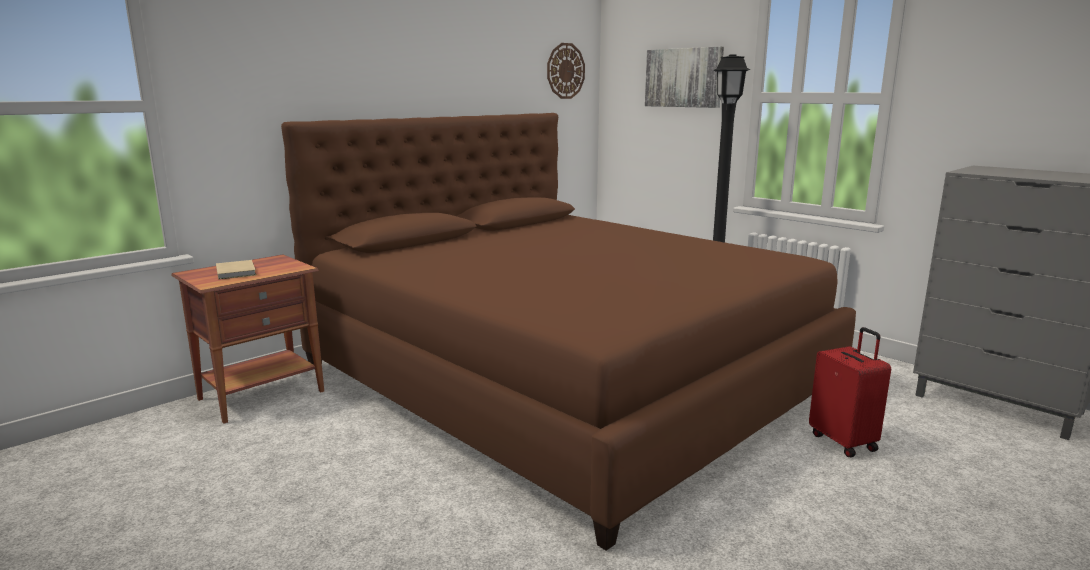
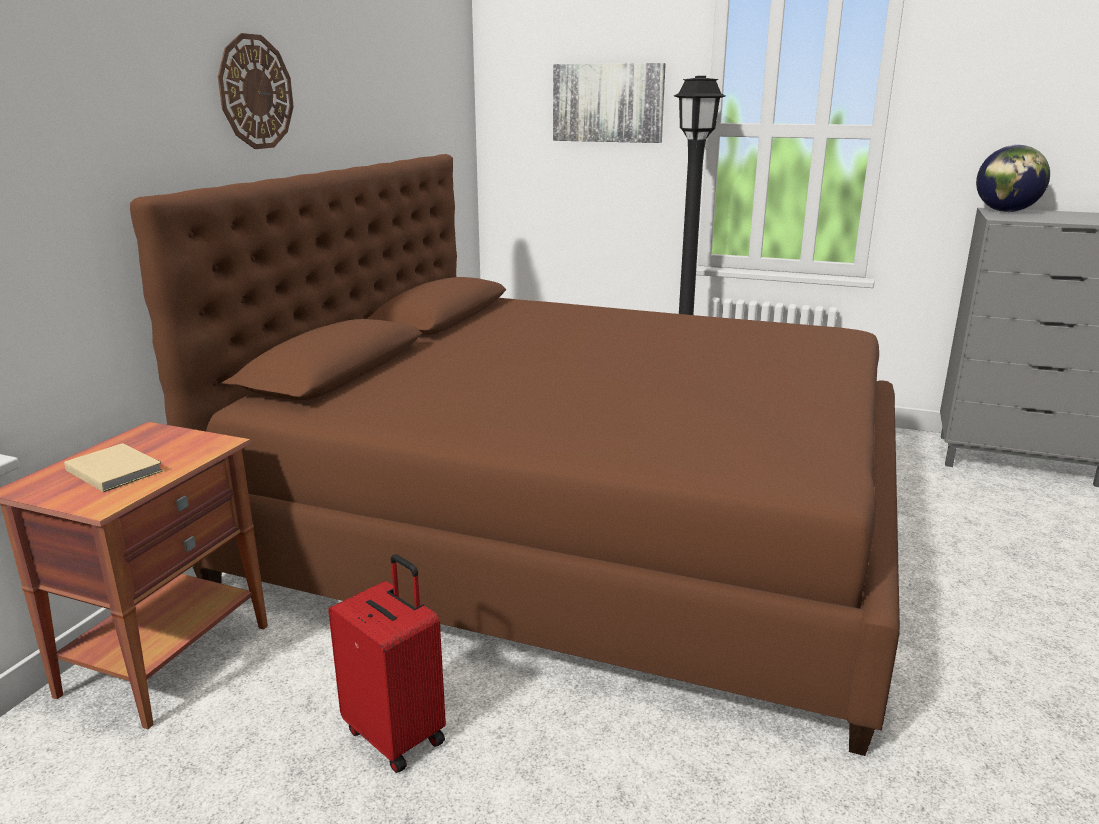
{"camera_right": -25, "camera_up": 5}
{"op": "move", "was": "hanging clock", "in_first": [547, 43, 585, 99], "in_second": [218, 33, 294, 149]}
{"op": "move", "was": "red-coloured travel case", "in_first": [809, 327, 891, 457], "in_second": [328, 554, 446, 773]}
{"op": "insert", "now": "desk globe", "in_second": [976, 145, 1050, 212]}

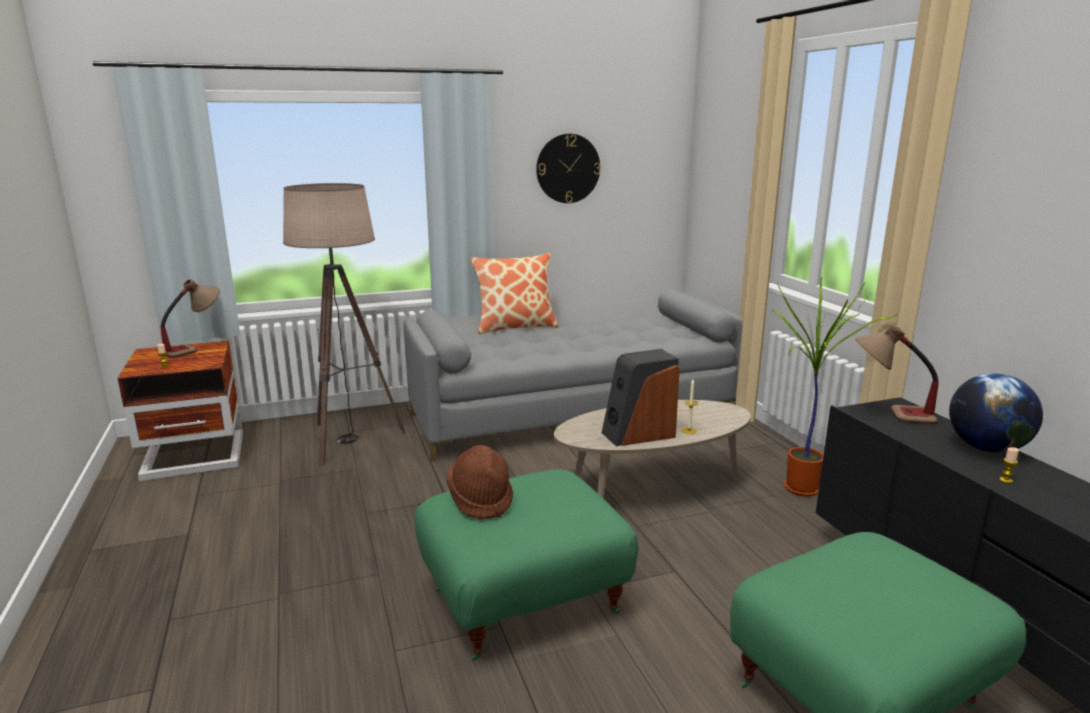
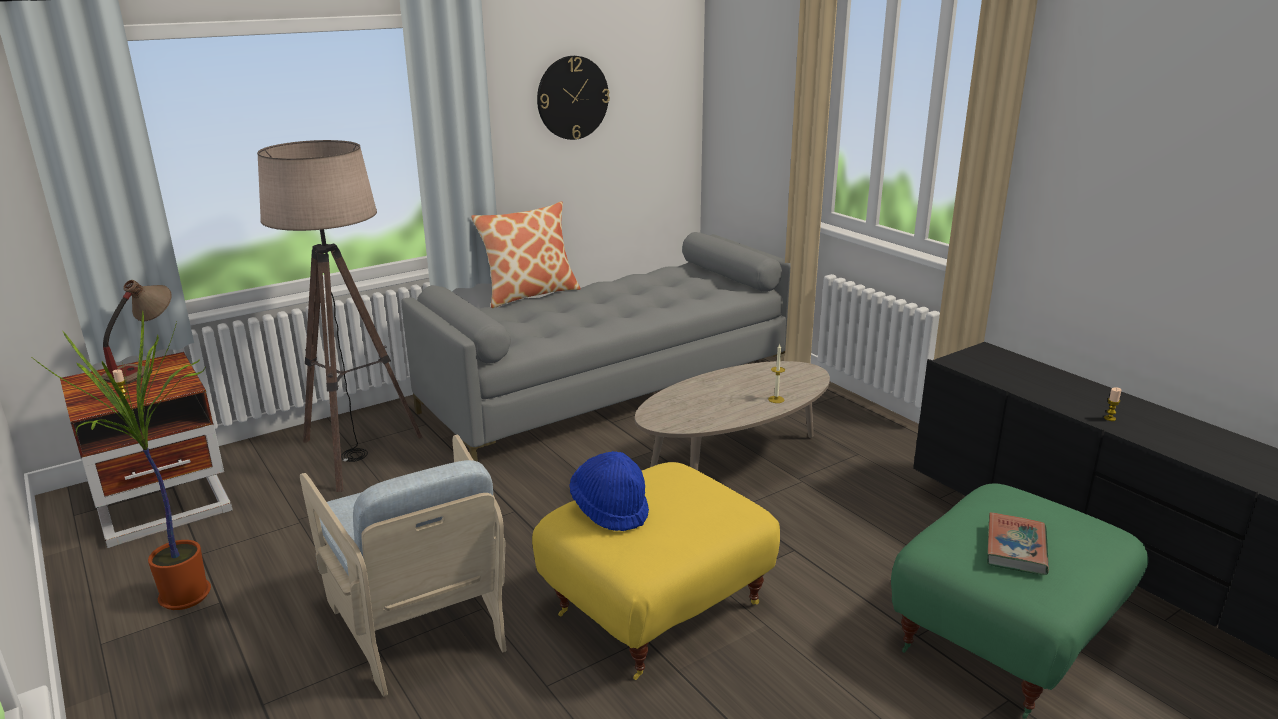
{"camera_right": -15, "camera_up": 5}
{"op": "move", "was": "plant in a pot", "in_first": [771, 276, 898, 497], "in_second": [33, 311, 211, 610]}
{"op": "delete", "was": "lamp for a table", "in_first": [855, 325, 939, 425]}
{"op": "delete", "was": "loudspeaker", "in_first": [602, 349, 680, 446]}
{"op": "delete", "was": "desk globe", "in_first": [949, 373, 1043, 453]}
{"op": "recolor", "was": "brown-coloured hat", "now": "blue hat", "in_first": [446, 445, 513, 519], "in_second": [569, 451, 649, 531]}
{"op": "recolor", "was": "greenish pouffe", "now": "yellow pouffe", "in_first": [415, 470, 638, 662], "in_second": [532, 462, 780, 680]}
{"op": "insert", "now": "sand-coloured lounge chair", "in_second": [300, 435, 506, 697]}
{"op": "insert", "now": "book", "in_second": [987, 512, 1049, 575]}

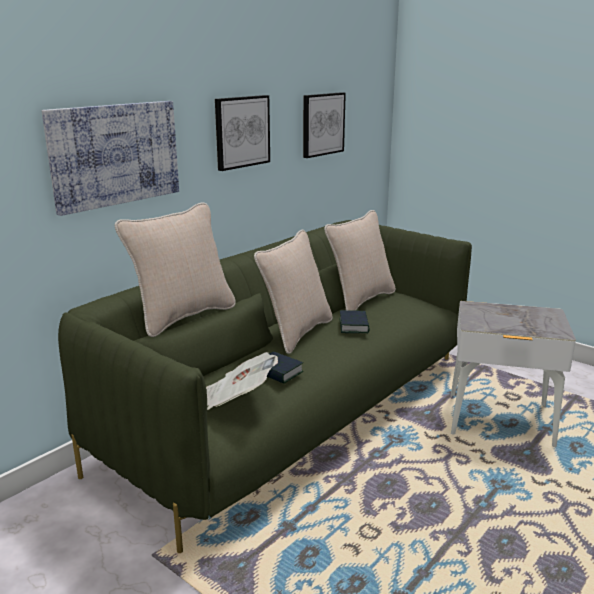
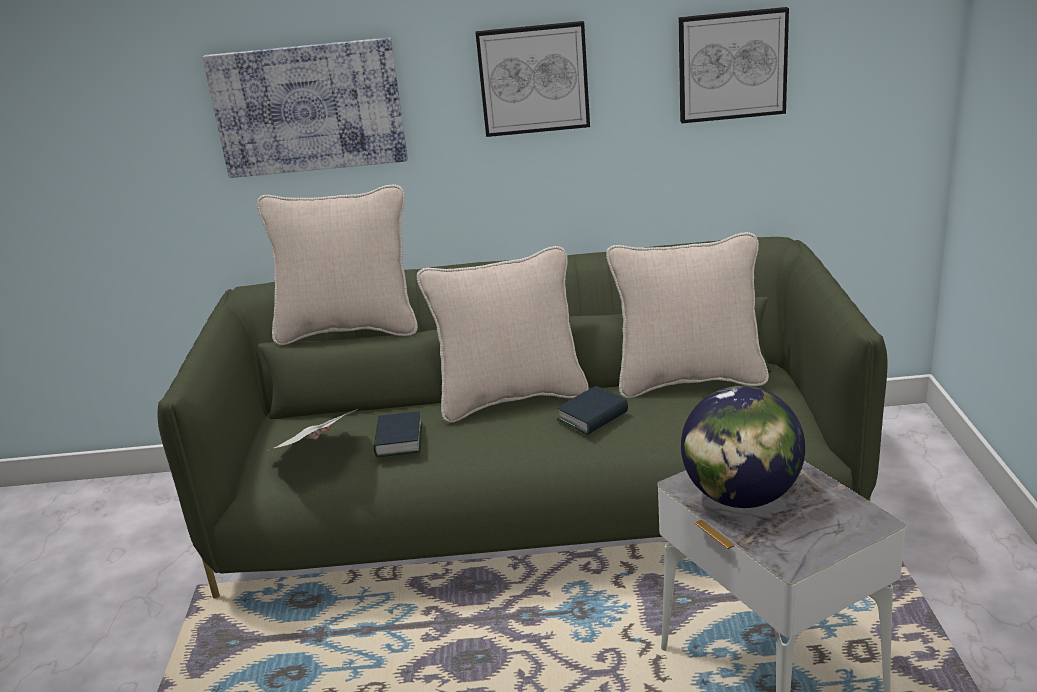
{"camera_right": 50, "camera_up": 5}
{"op": "insert", "now": "desk globe", "in_second": [681, 386, 805, 508]}

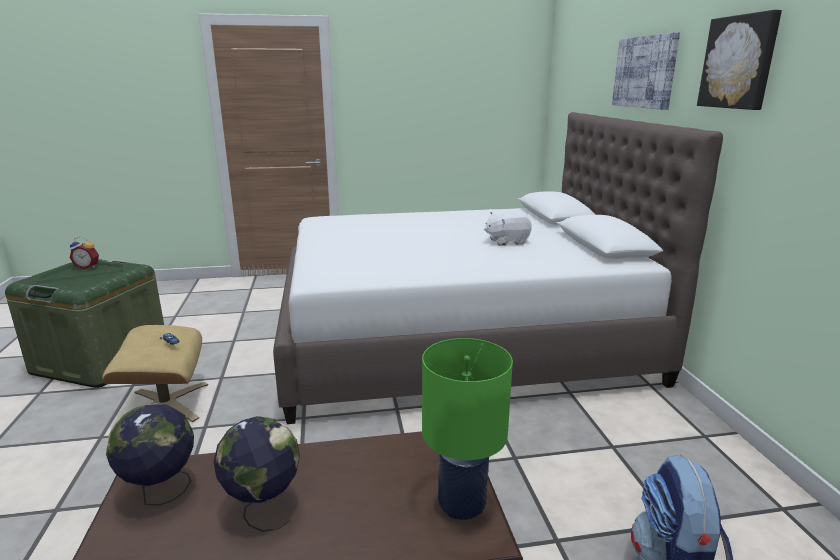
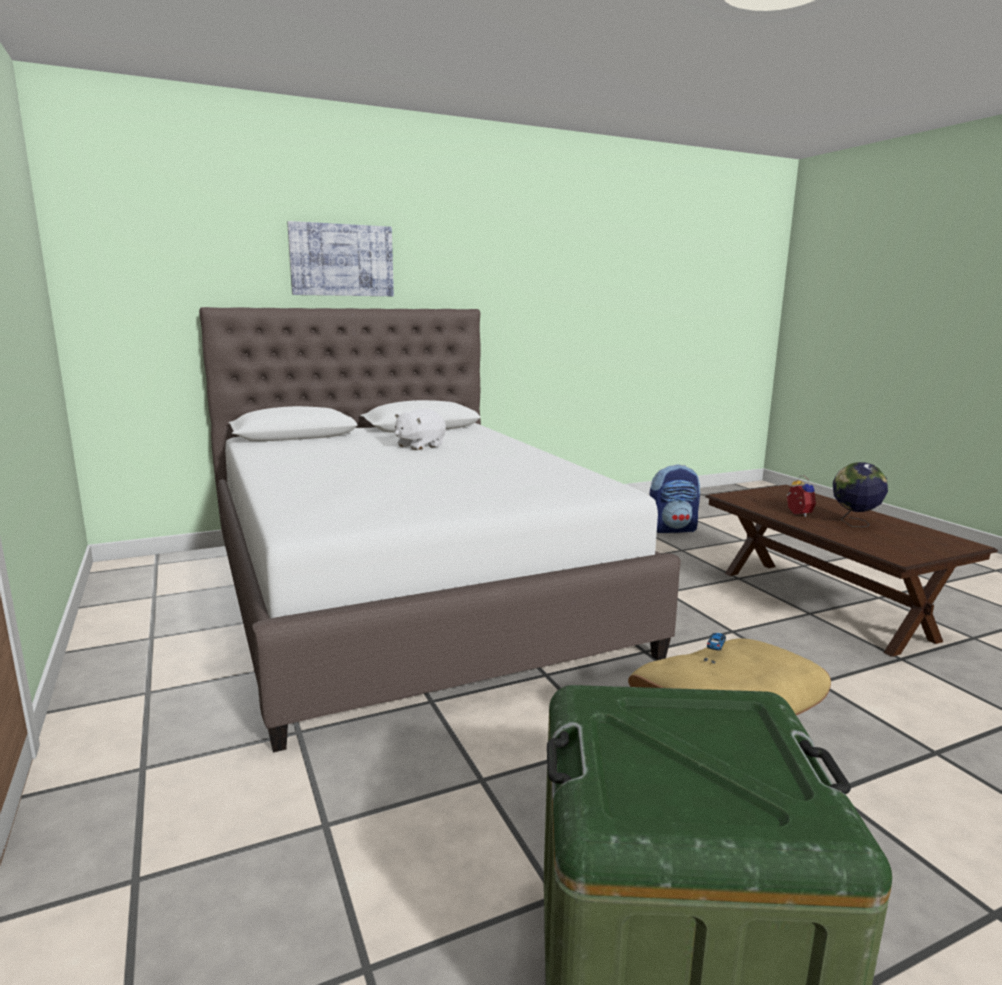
{"camera_right": -105, "camera_up": -5}
{"op": "delete", "was": "picture", "in_first": [697, 10, 782, 110]}
{"op": "rotate", "was": "white-coloured soft toy", "in_first": [484, 210, 532, 246], "in_second": [395, 409, 446, 450], "clockwise": 75}
{"op": "move", "was": "bedside clock", "in_first": [70, 237, 99, 269], "in_second": [787, 475, 816, 517]}
{"op": "delete", "was": "greenish lamp for a table", "in_first": [422, 338, 513, 520]}
{"op": "delete", "was": "desk globe", "in_first": [106, 403, 194, 506]}

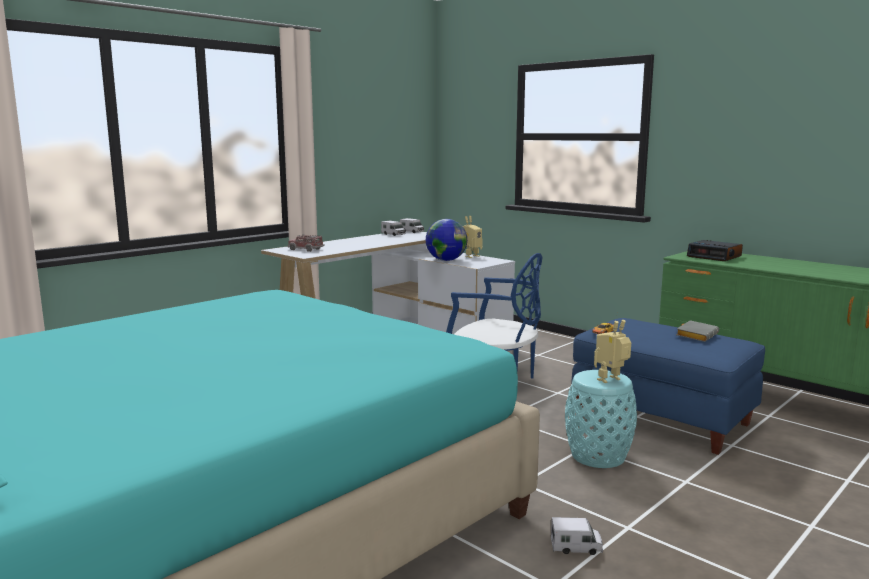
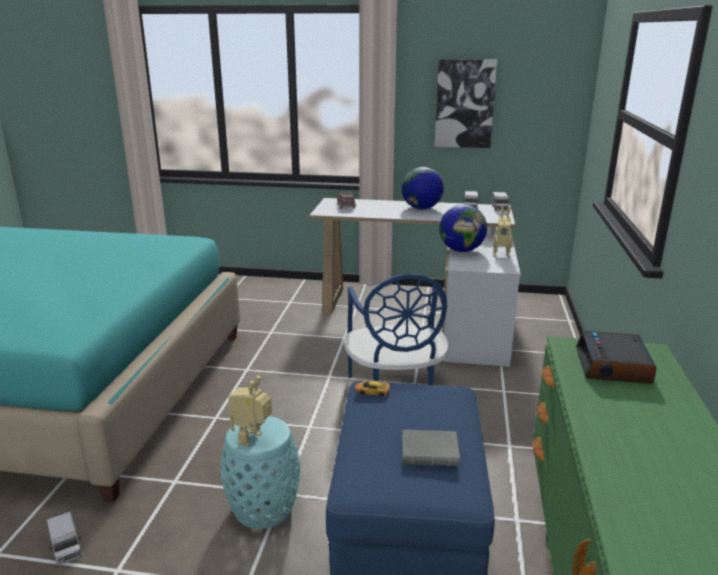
{"camera_right": 55, "camera_up": 10}
{"op": "rotate", "was": "model robot", "in_first": [594, 320, 631, 383], "in_second": [229, 375, 272, 447], "clockwise": -90}
{"op": "insert", "now": "picture", "in_second": [435, 59, 497, 148]}
{"op": "insert", "now": "desk globe", "in_second": [401, 167, 444, 209]}

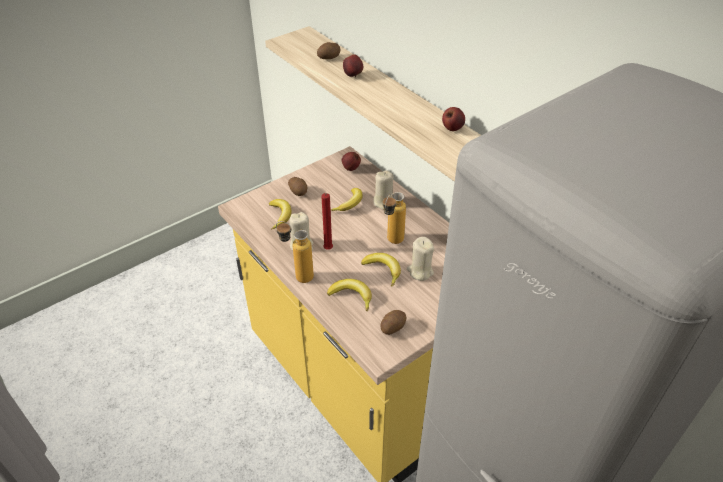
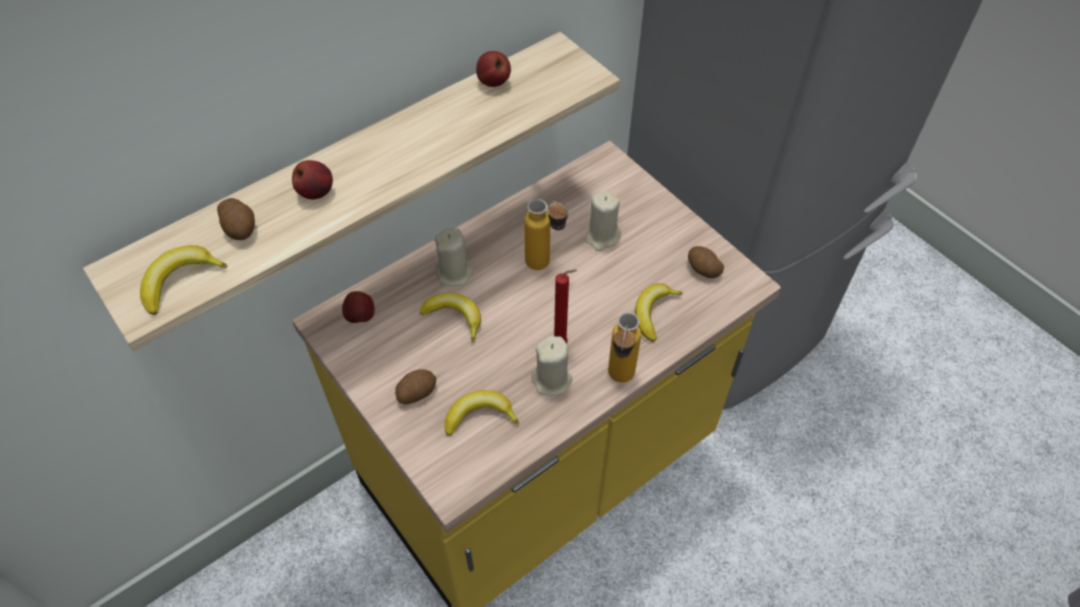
{"camera_right": -90, "camera_up": 10}
{"op": "move", "was": "banana fruit", "in_first": [361, 253, 401, 286], "in_second": [140, 245, 227, 315]}

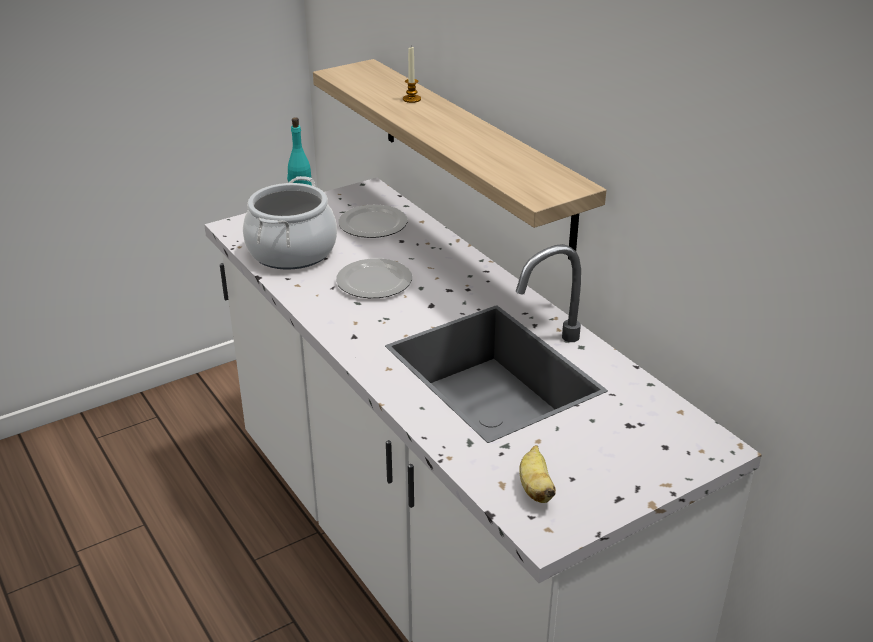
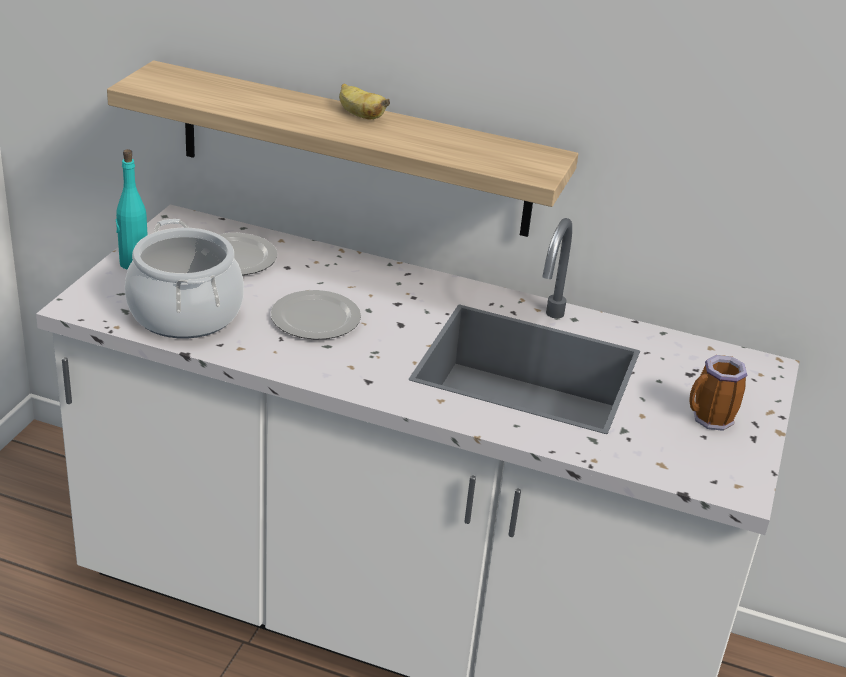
{"camera_right": -40, "camera_up": 0}
{"op": "delete", "was": "wax light", "in_first": [403, 47, 421, 103]}
{"op": "move", "was": "banana fruit", "in_first": [519, 445, 556, 503], "in_second": [339, 83, 390, 119]}
{"op": "insert", "now": "coffee mug", "in_second": [689, 355, 748, 431]}

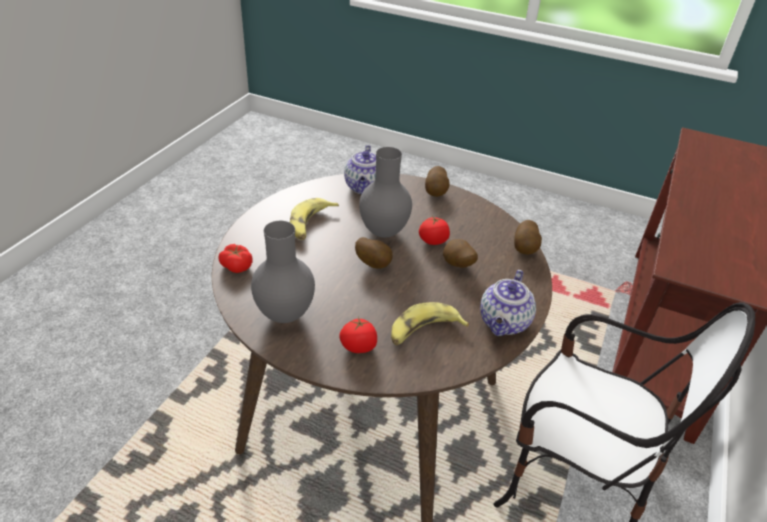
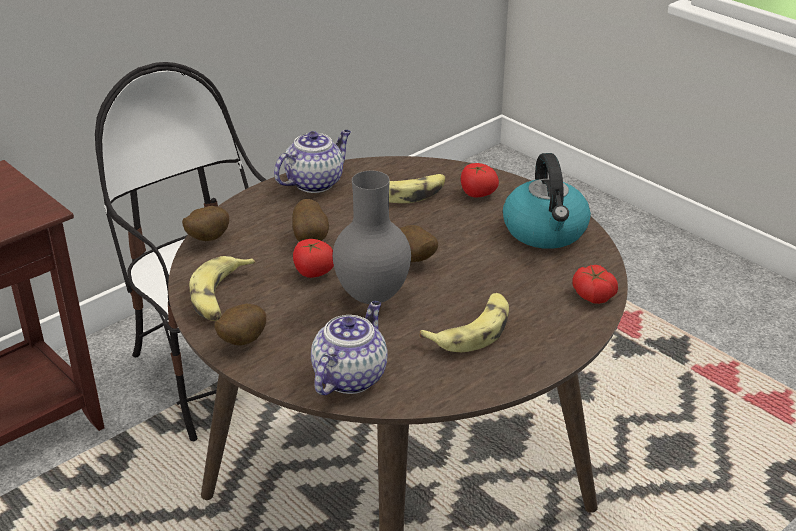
{"camera_right": -155, "camera_up": -5}
{"op": "replace", "was": "grey vase", "now": "tea kettle", "in_first": [251, 221, 315, 323], "in_second": [503, 153, 591, 249]}
{"op": "insert", "now": "banana fruit", "in_second": [189, 256, 255, 321]}

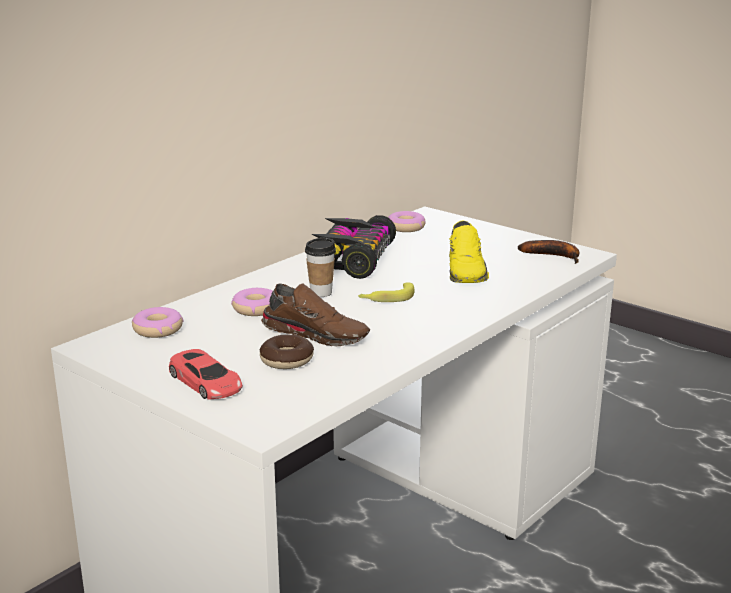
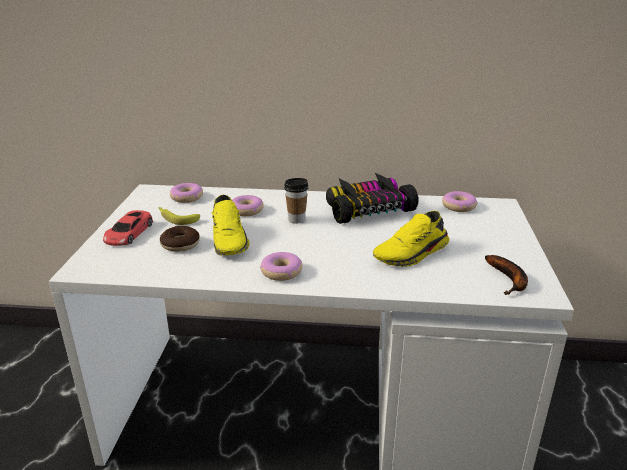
{"camera_right": 55, "camera_up": 5}
{"op": "move", "was": "banana fruit", "in_first": [358, 282, 415, 302], "in_second": [158, 207, 200, 225]}
{"op": "recolor", "was": "brown-coloured low shoe", "now": "yellow low shoe", "in_first": [261, 284, 370, 346], "in_second": [211, 195, 249, 255]}
{"op": "insert", "now": "donut", "in_second": [260, 252, 302, 281]}

